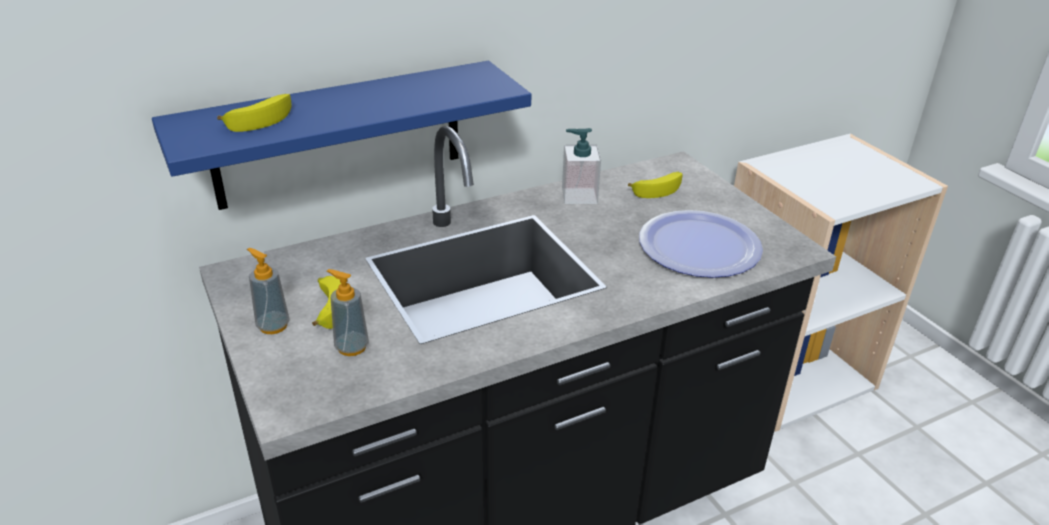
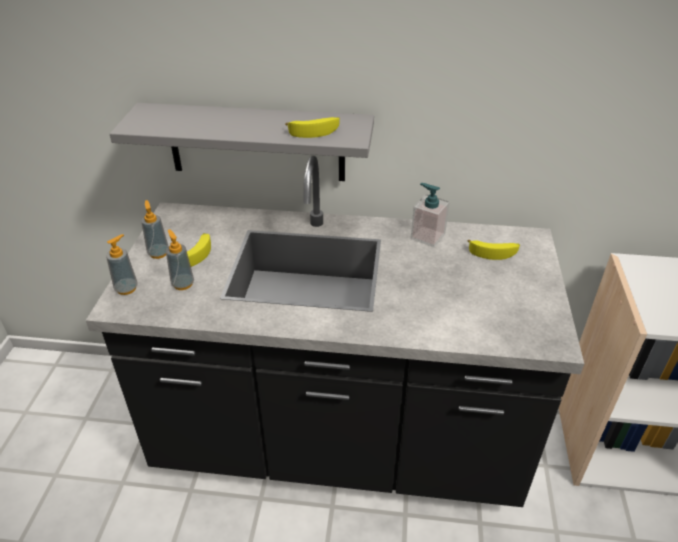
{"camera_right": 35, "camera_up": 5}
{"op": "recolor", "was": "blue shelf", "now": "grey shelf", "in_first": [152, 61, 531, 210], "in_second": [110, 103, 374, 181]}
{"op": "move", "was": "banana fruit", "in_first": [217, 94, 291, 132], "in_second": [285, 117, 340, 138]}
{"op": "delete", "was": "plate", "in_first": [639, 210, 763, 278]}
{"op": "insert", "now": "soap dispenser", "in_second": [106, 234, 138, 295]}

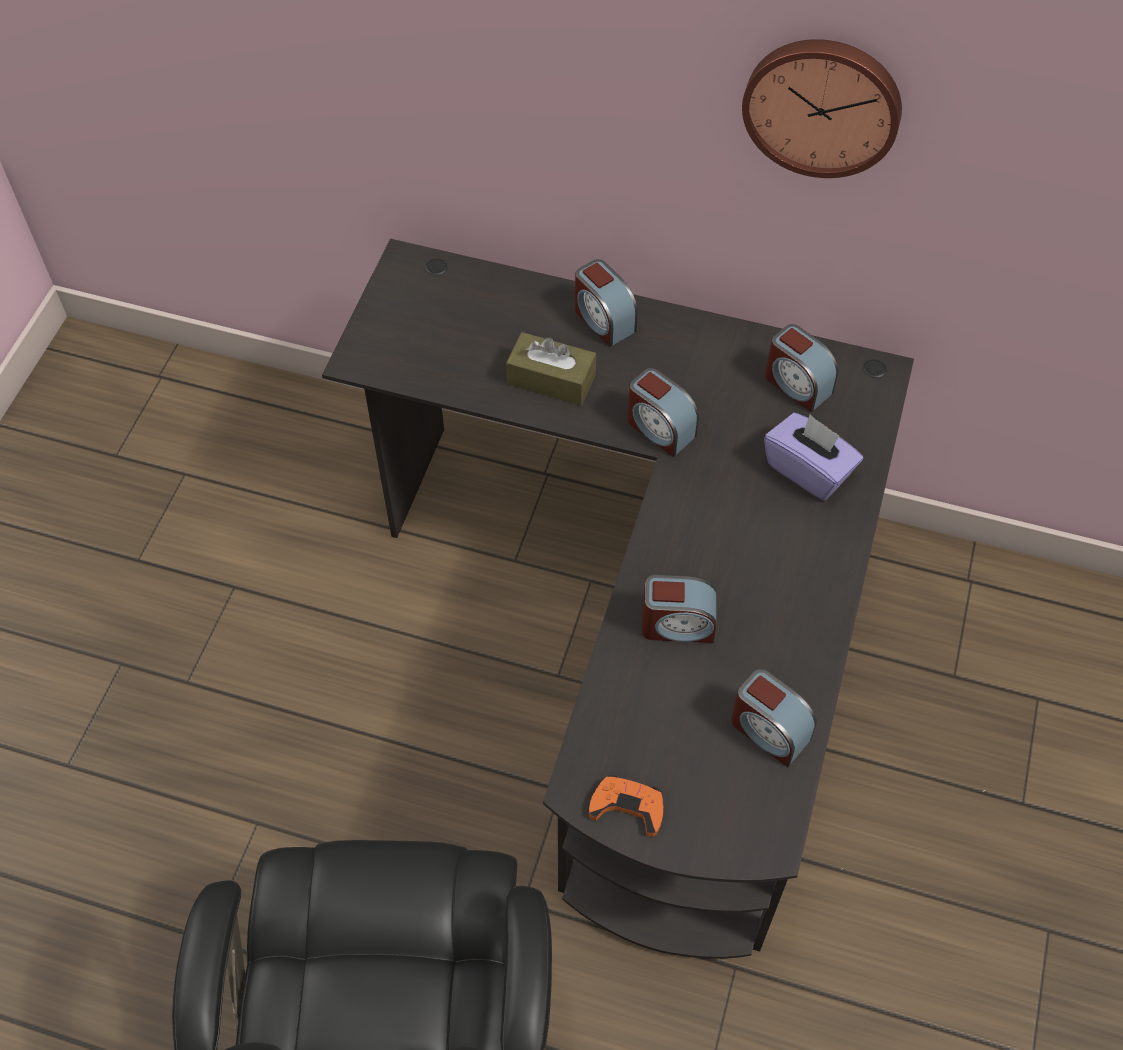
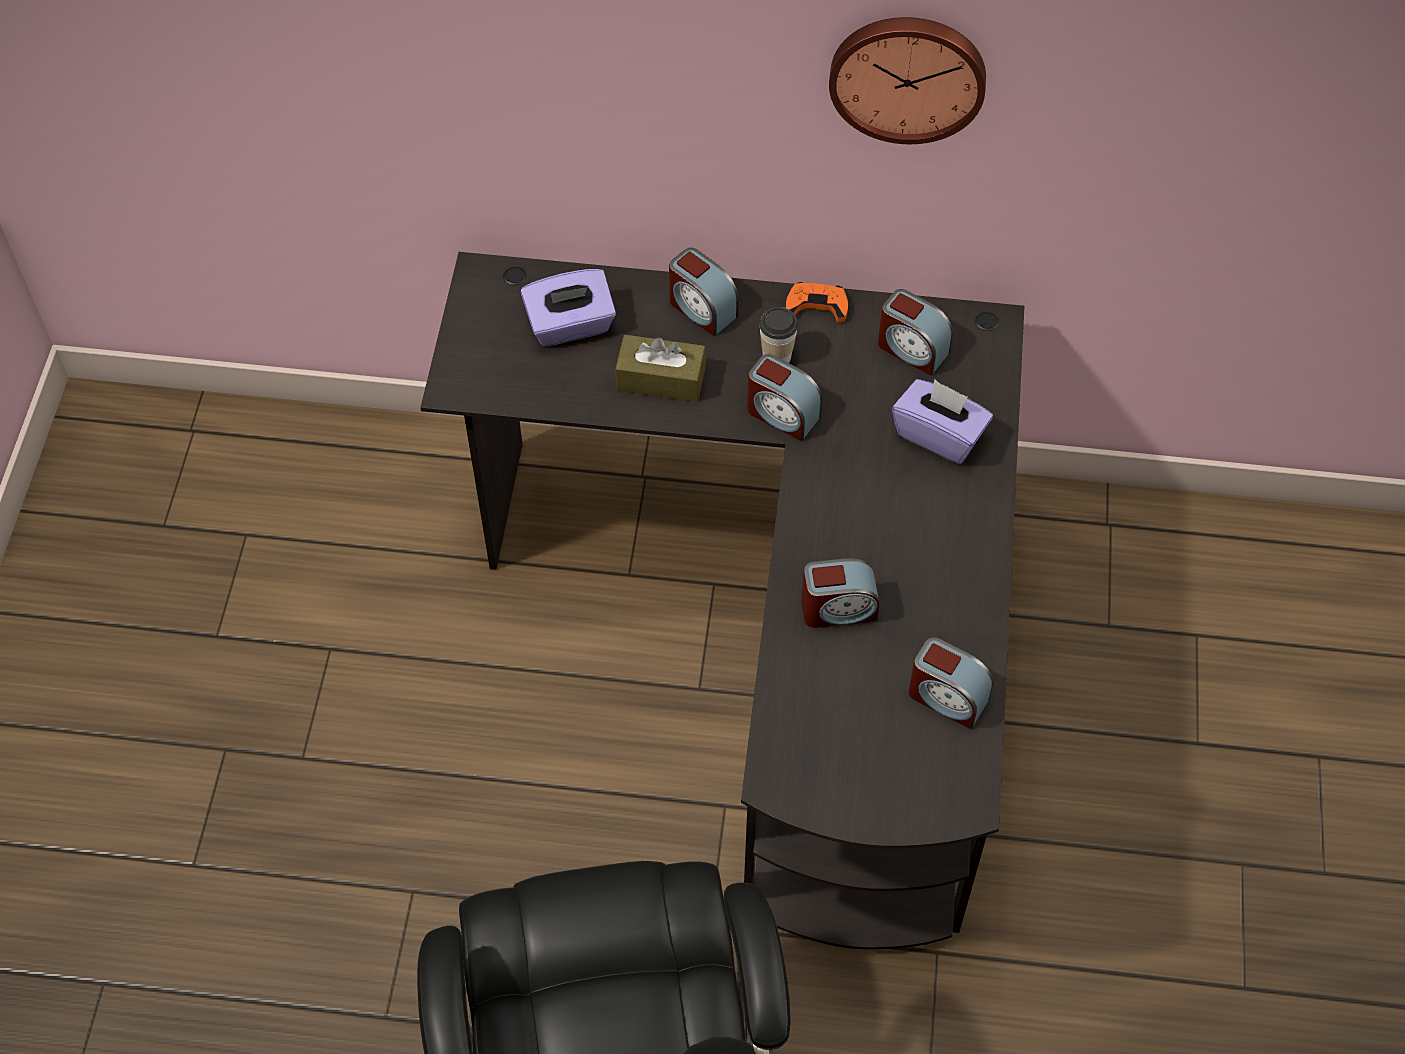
{"camera_right": -10, "camera_up": 0}
{"op": "move", "was": "orangey gamepad", "in_first": [589, 775, 663, 837], "in_second": [786, 282, 848, 323]}
{"op": "insert", "now": "purple-coloured box of tissues", "in_second": [521, 269, 616, 347]}
{"op": "insert", "now": "small cup", "in_second": [759, 307, 798, 363]}

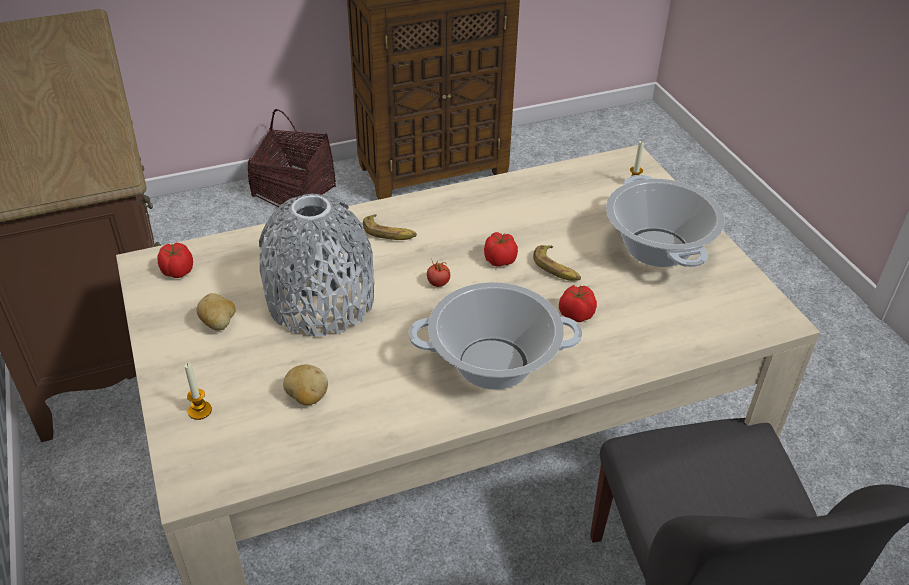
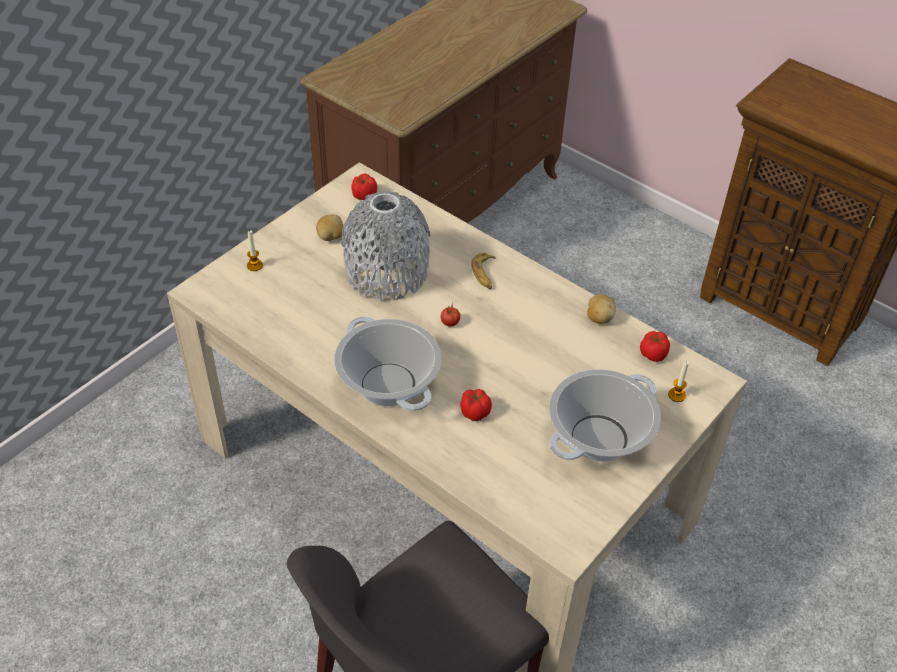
{"camera_right": 60, "camera_up": 5}
{"op": "delete", "was": "basket", "in_first": [247, 109, 336, 207]}
{"op": "move", "was": "whole tomato", "in_first": [484, 232, 518, 267], "in_second": [640, 331, 670, 362]}
{"op": "delete", "was": "banana fruit", "in_first": [533, 245, 581, 281]}
{"op": "move", "was": "whole potato", "in_first": [283, 365, 328, 405], "in_second": [587, 294, 616, 324]}

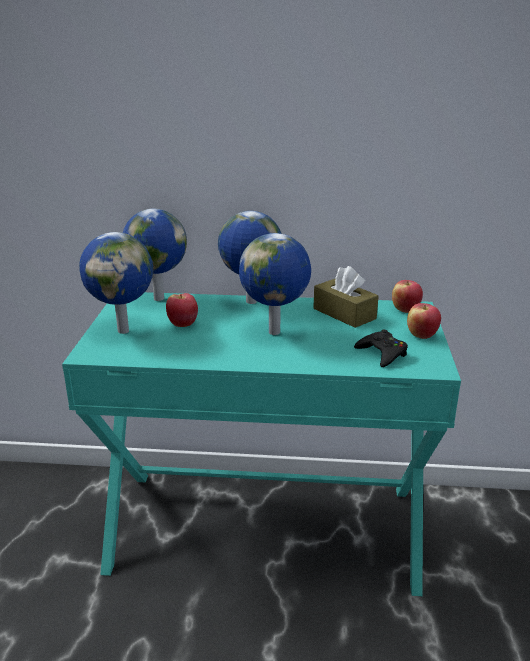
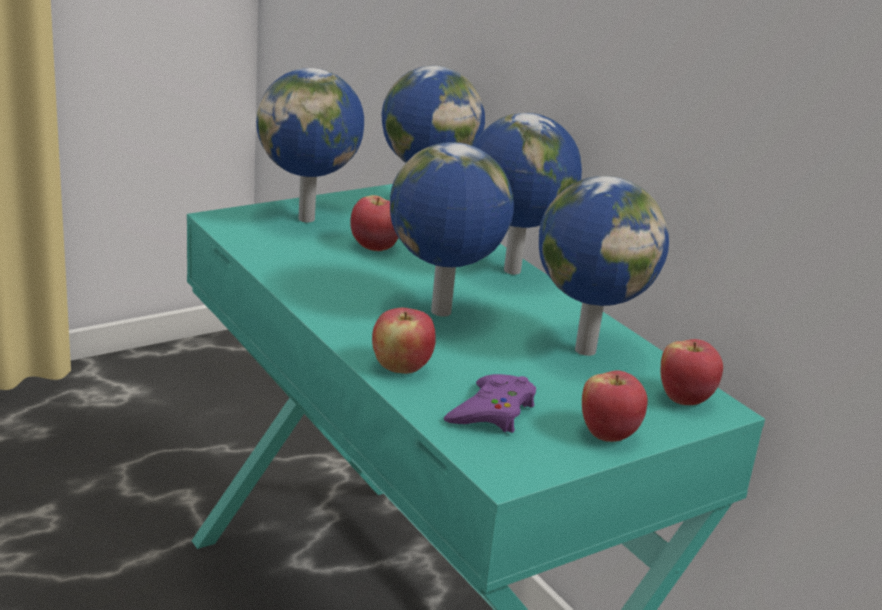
{"camera_right": 50, "camera_up": 0}
{"op": "replace", "was": "brown-coloured box of tissues", "now": "desk globe", "in_first": [313, 266, 379, 328], "in_second": [539, 176, 669, 356]}
{"op": "recolor", "was": "blackish gamepad", "now": "purple-coloured gamepad", "in_first": [354, 330, 408, 367], "in_second": [444, 374, 536, 433]}
{"op": "insert", "now": "apple fruit", "in_second": [372, 308, 436, 374]}

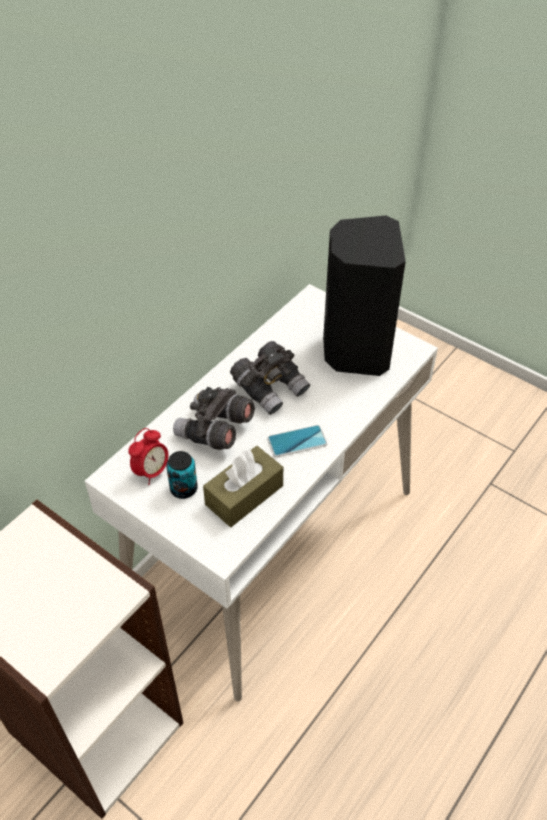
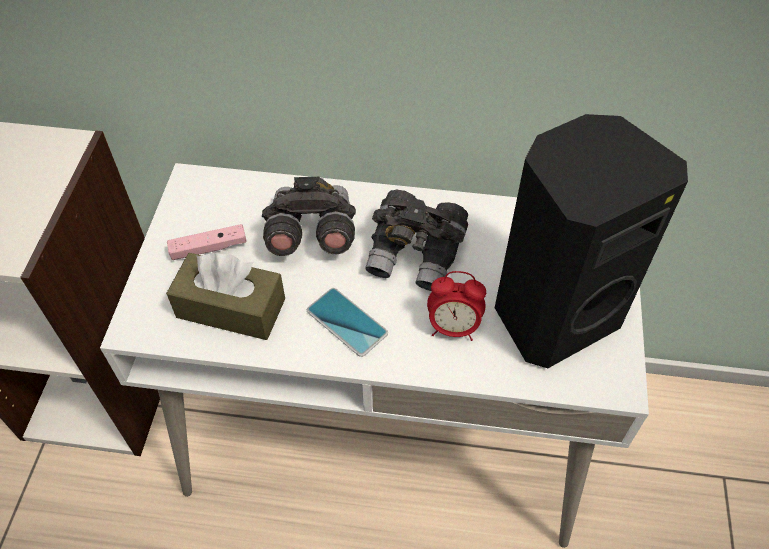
{"camera_right": 60, "camera_up": 5}
{"op": "move", "was": "bedside clock", "in_first": [128, 428, 169, 485], "in_second": [427, 271, 486, 341]}
{"op": "replace", "was": "sealed can", "now": "pink gamepad", "in_first": [166, 451, 198, 499], "in_second": [167, 224, 247, 260]}

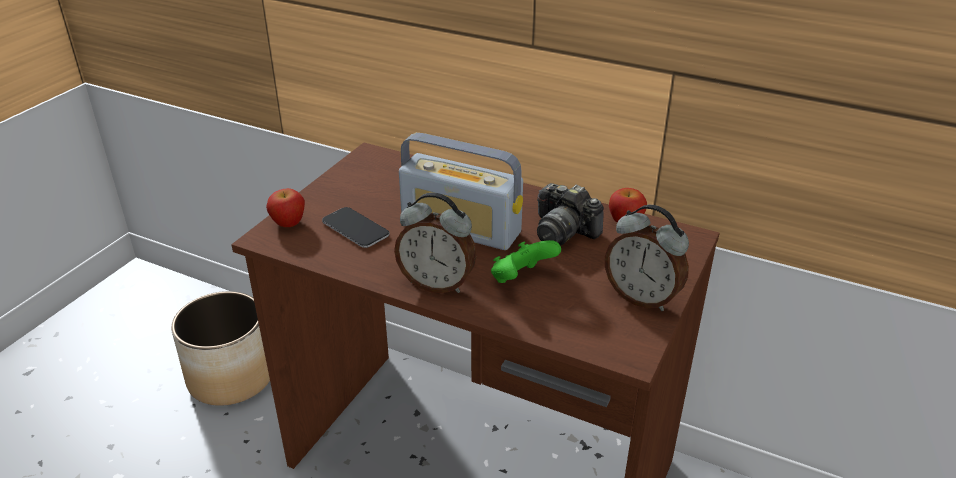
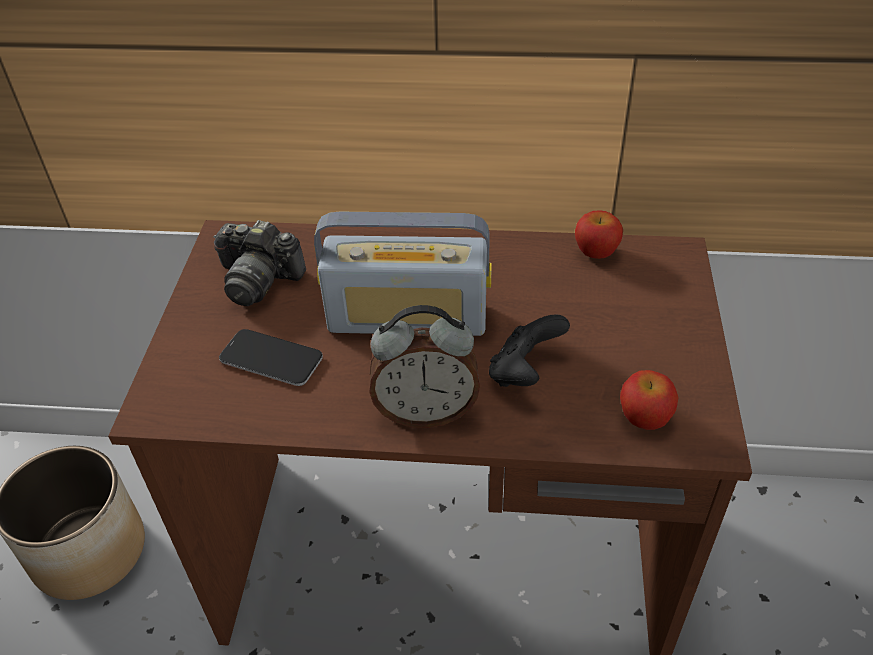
{"camera_right": -20, "camera_up": 10}
{"op": "move", "was": "still camera", "in_first": [537, 183, 604, 246], "in_second": [213, 220, 306, 306]}
{"op": "move", "was": "apple fruit", "in_first": [266, 188, 305, 227], "in_second": [620, 370, 679, 430]}
{"op": "delete", "was": "bedside clock", "in_first": [605, 205, 689, 311]}
{"op": "recolor", "was": "greenish gamepad", "now": "blackish gamepad", "in_first": [491, 240, 561, 283], "in_second": [489, 314, 570, 387]}

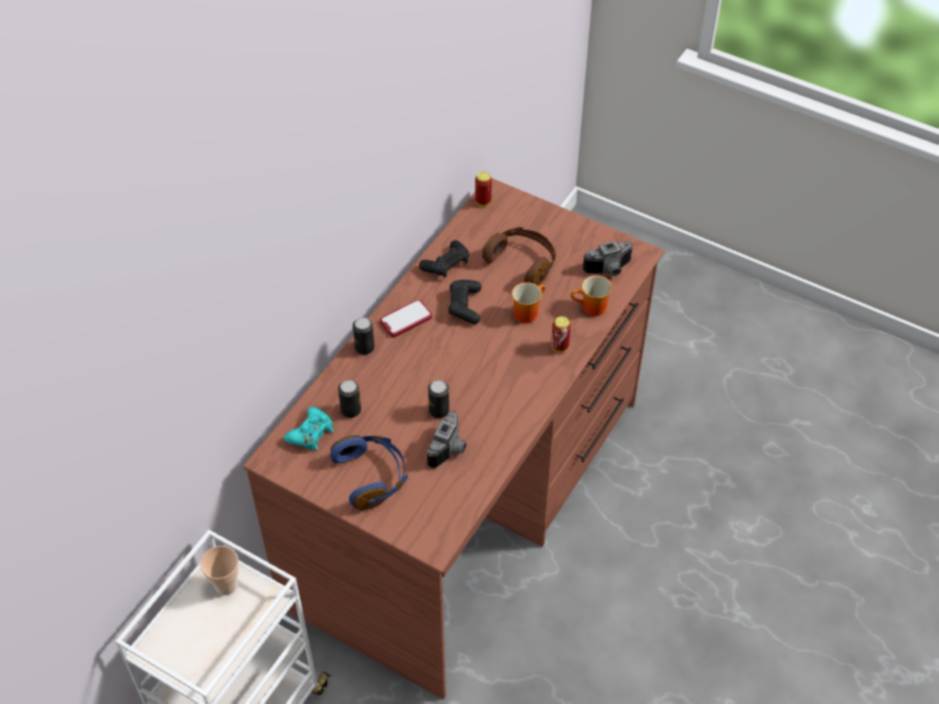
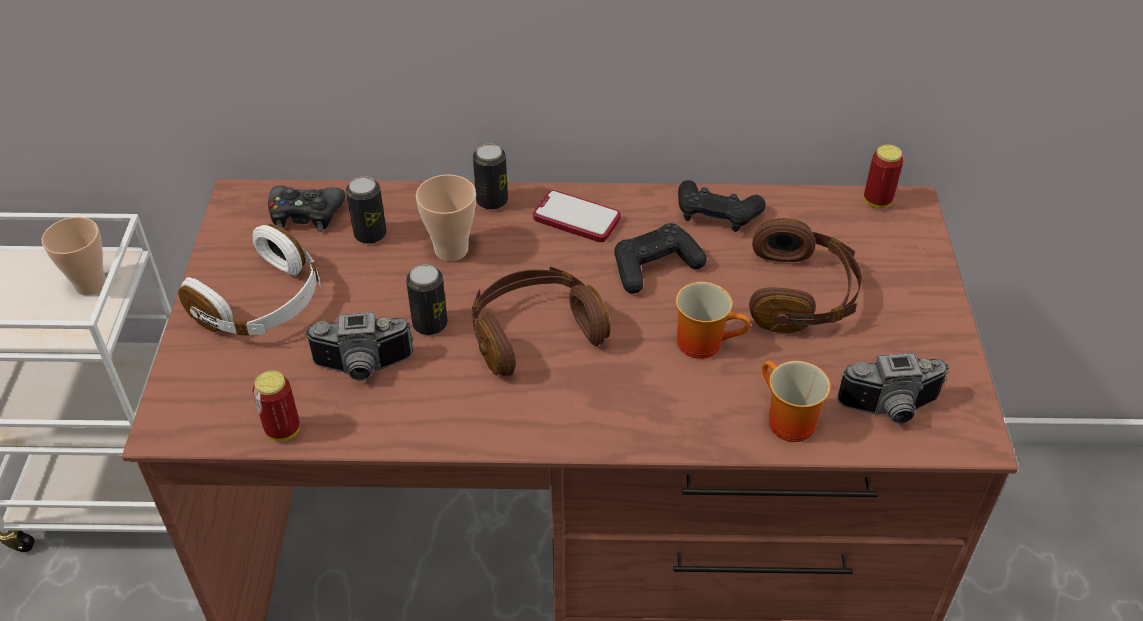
{"camera_right": 60, "camera_up": -5}
{"op": "rotate", "was": "still camera", "in_first": [583, 240, 633, 276], "in_second": [837, 353, 950, 424], "clockwise": -45}
{"op": "move", "was": "sealed can", "in_first": [551, 316, 571, 352], "in_second": [252, 370, 300, 441]}
{"op": "recolor", "was": "turquoise gamepad", "now": "blackish gamepad", "in_first": [284, 406, 334, 450], "in_second": [268, 185, 345, 232]}
{"op": "recolor", "was": "blue headphones", "now": "white-coloured headphones", "in_first": [330, 435, 408, 511], "in_second": [178, 224, 322, 336]}
{"op": "insert", "now": "small cup", "in_second": [416, 174, 476, 261]}
{"op": "insert", "now": "brown-coloured headphones", "in_second": [472, 267, 610, 376]}

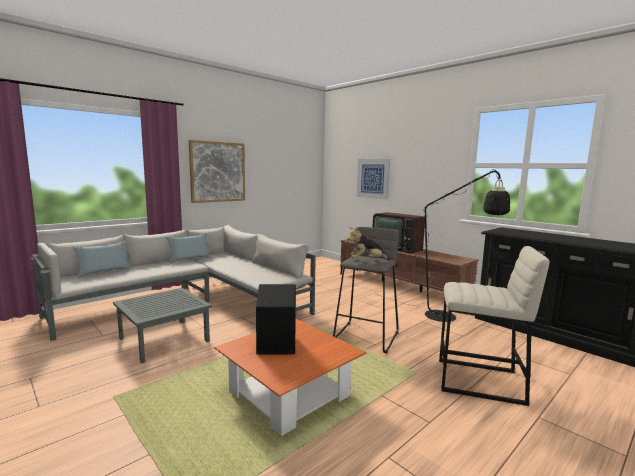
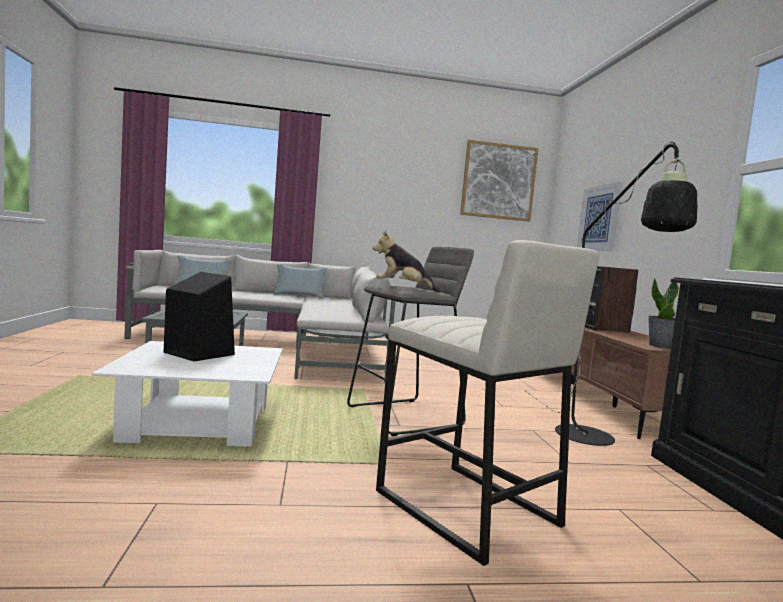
{"camera_right": 35, "camera_up": -5}
{"op": "move", "was": "picture", "in_first": [189, 140, 245, 203], "in_second": [460, 140, 539, 221]}
{"op": "recolor", "was": "orangey low table", "now": "white-coloured low table", "in_first": [214, 319, 366, 436], "in_second": [91, 341, 283, 447]}
{"op": "insert", "now": "plant in a pot", "in_second": [648, 277, 679, 349]}

